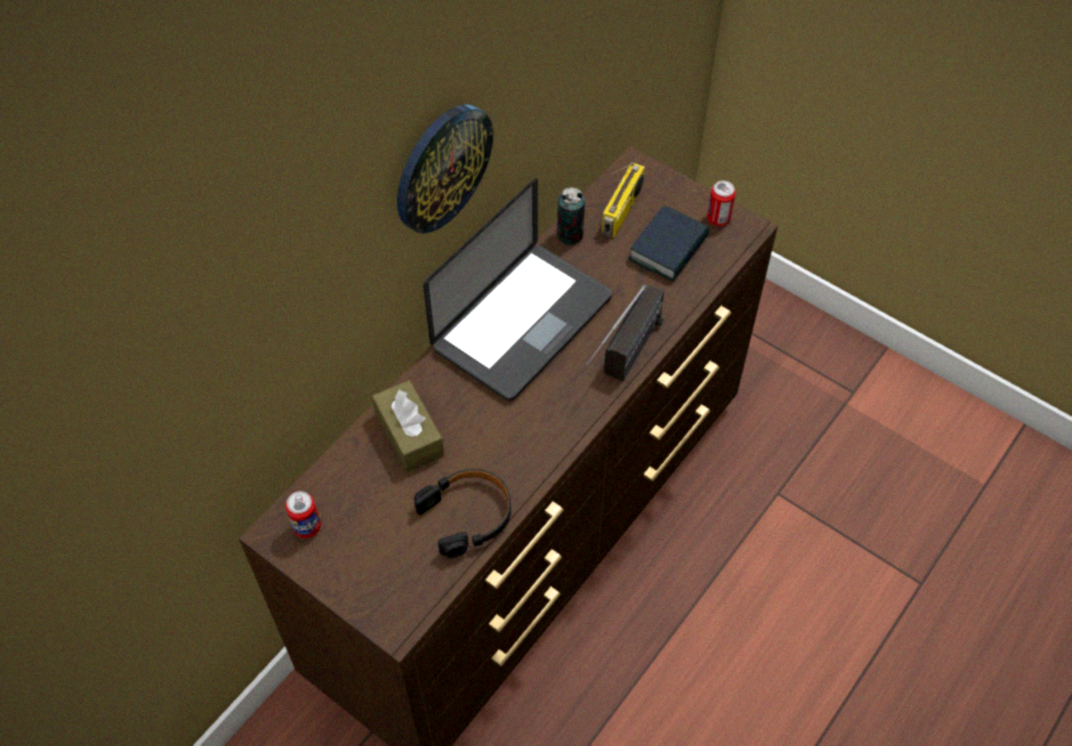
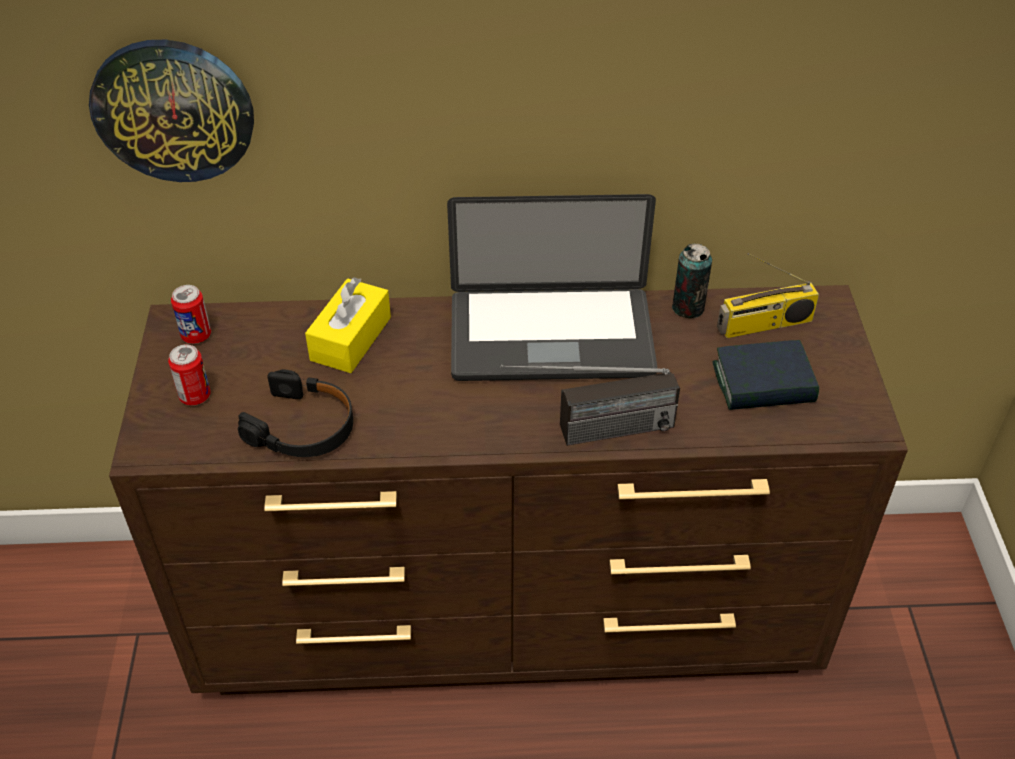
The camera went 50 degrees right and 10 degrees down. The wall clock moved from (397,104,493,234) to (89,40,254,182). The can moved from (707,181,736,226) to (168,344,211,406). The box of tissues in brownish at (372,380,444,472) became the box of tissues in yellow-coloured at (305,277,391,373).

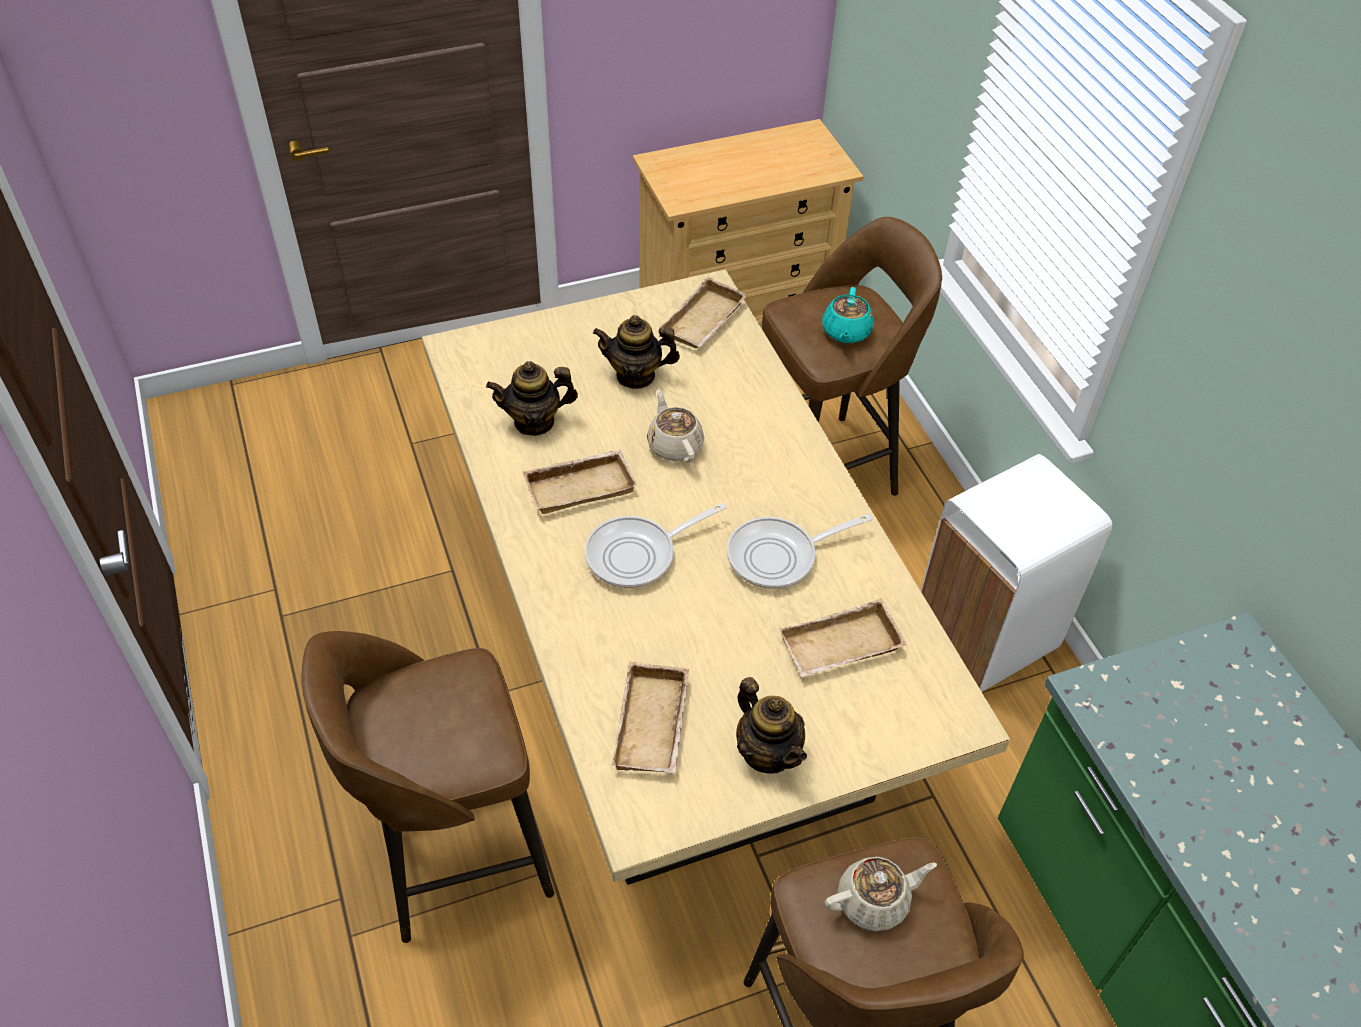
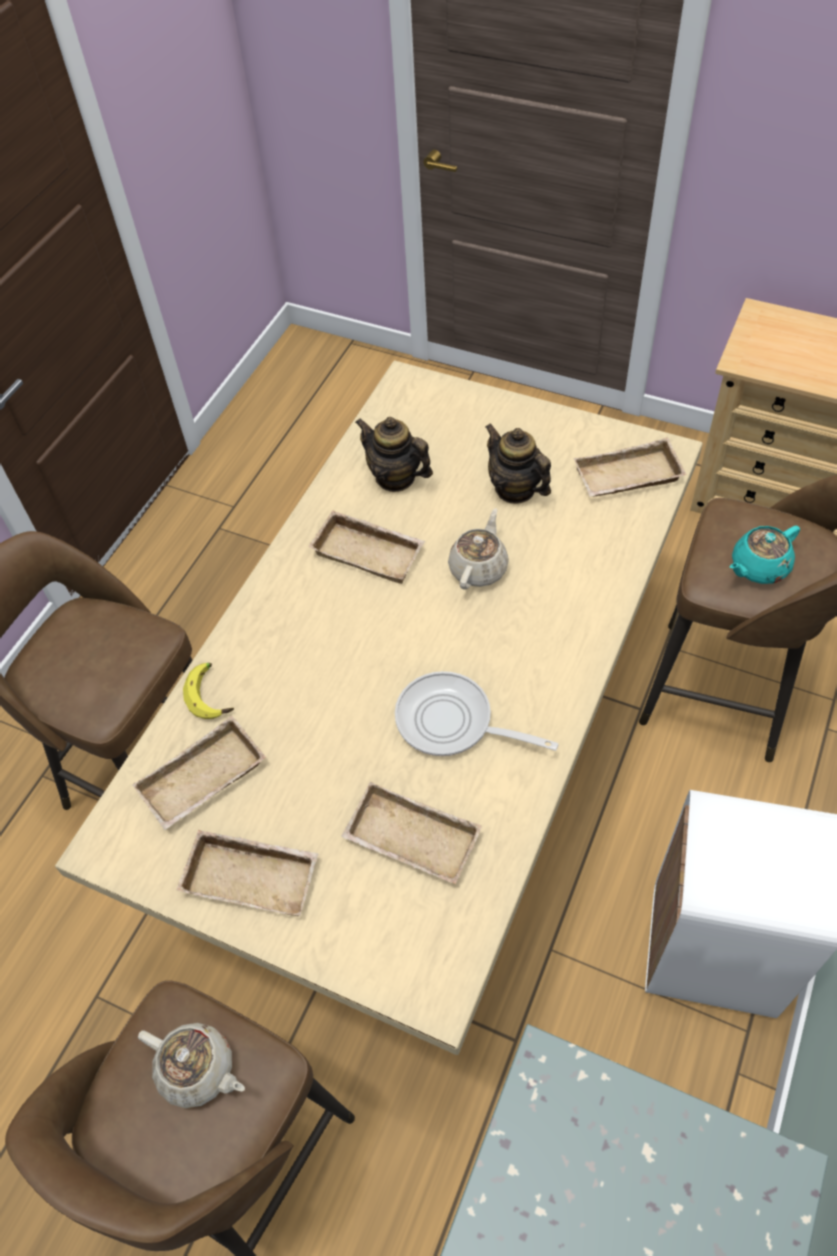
The camera went 50 degrees right and 5 degrees up. The pan at (585,503,727,588) disappeared. The pot for tea at (736,677,807,773) was replaced by the carrying tray in sand-coloured at (176,830,319,916). The banana at (183,663,234,719) appeared.

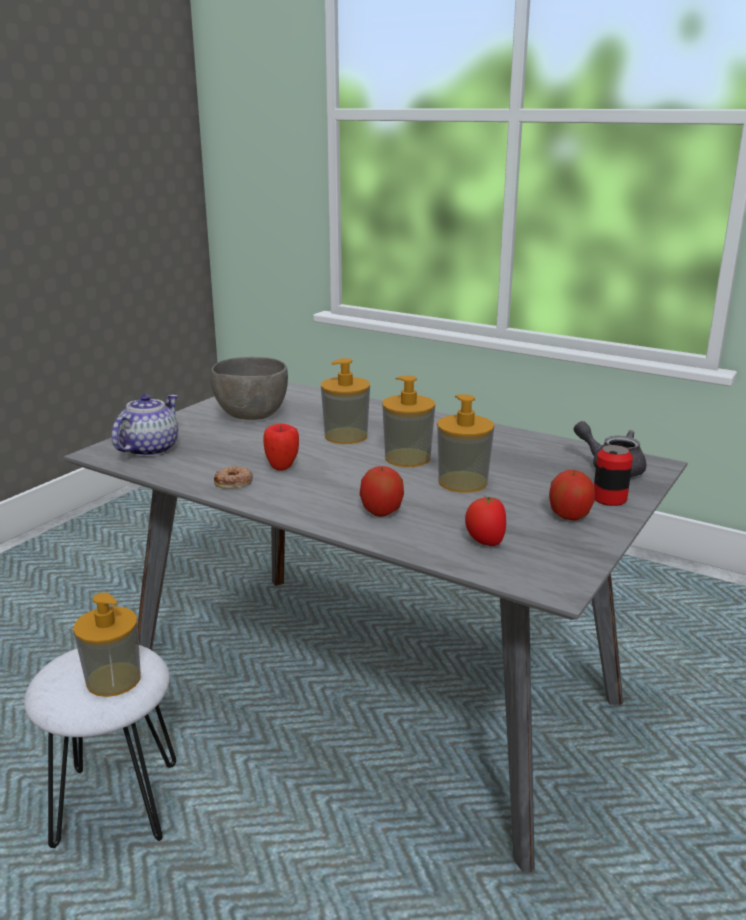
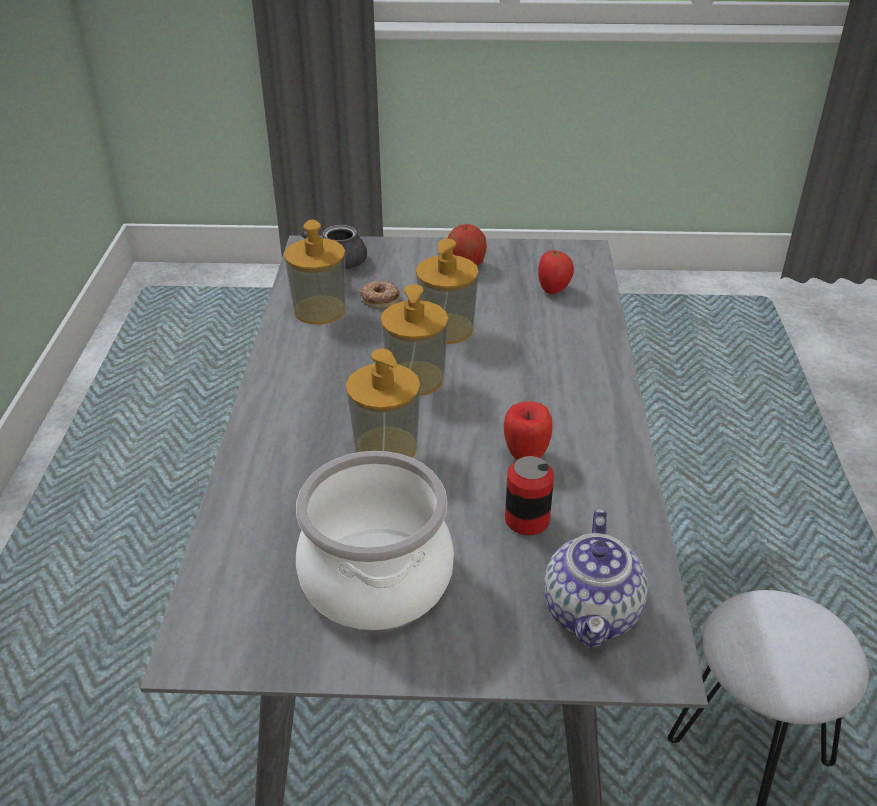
The camera went 120 degrees left and 15 degrees up. The bowl in greyish at (211,357,288,420) was replaced by the stockpot at (296,451,454,630). The pot for tea at (111,394,178,457) turned 75 degrees counterclockwise. The can moved from (594,445,633,506) to (505,456,554,535). The ring doughnut moved from (214,466,253,489) to (359,281,400,308). The whole apple at (360,466,404,517) disappeared. The soap dispenser moved from (73,593,141,697) to (284,220,346,324).

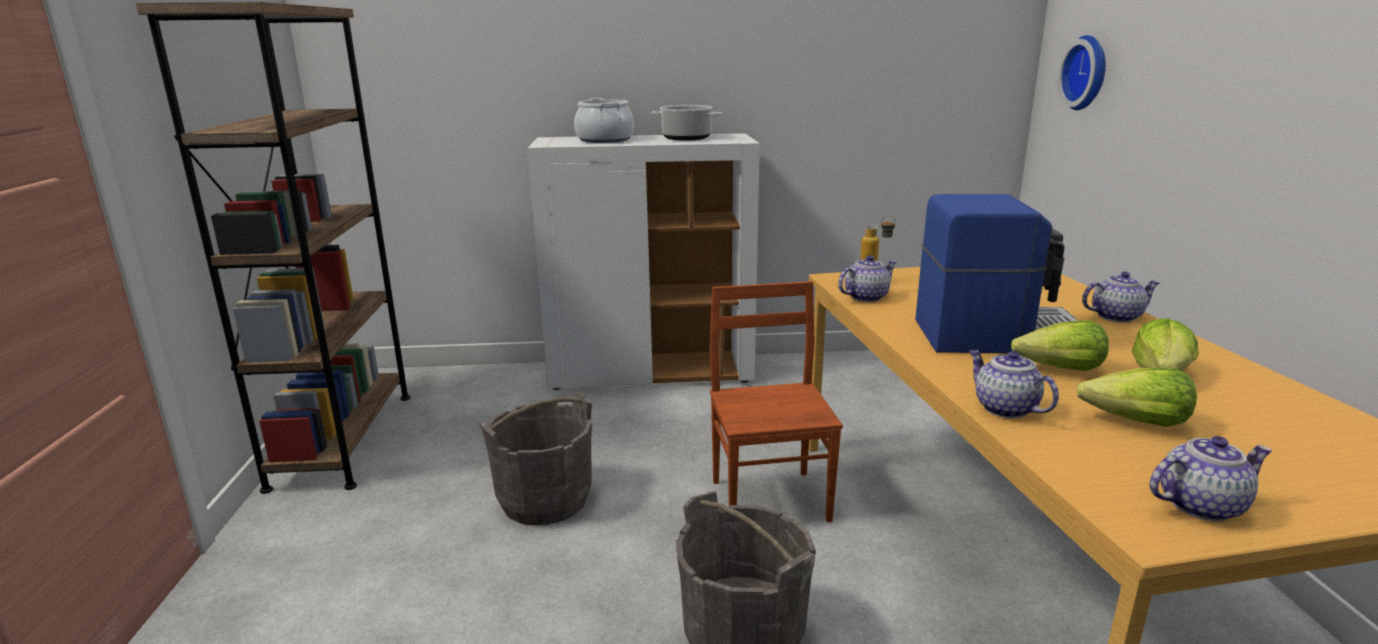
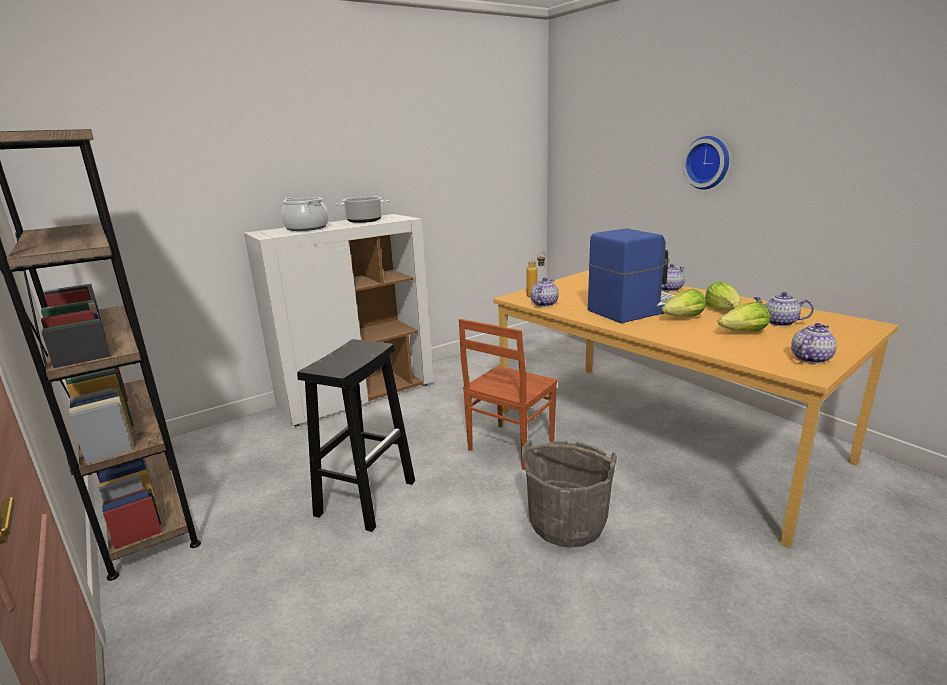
The camera went 30 degrees left and 0 degrees up. The wall clock moved from (1058,35,1106,110) to (682,136,729,190). The plain chair in brownish at (710,281,843,523) turned 105 degrees counterclockwise. The pot for tea moved from (969,350,1059,418) to (754,292,814,326). The water bucket in greyish at (479,393,592,525) was replaced by the stool in black at (297,339,415,532).

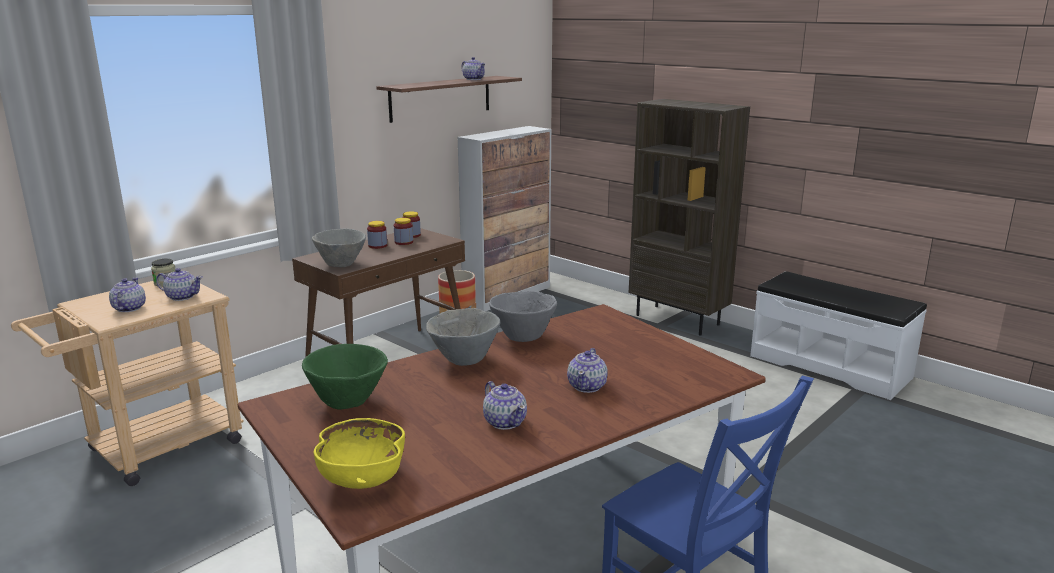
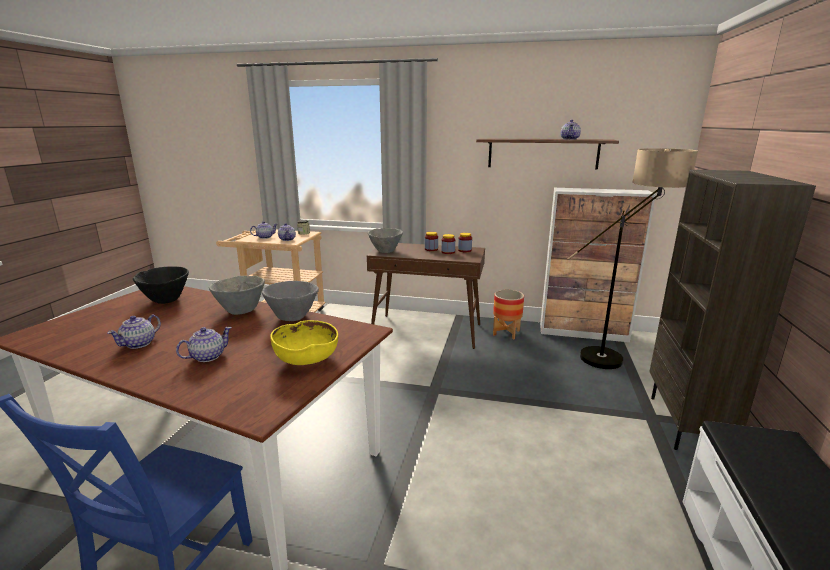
The camera went 60 degrees right and 0 degrees up. The bowl in greenish at (302,344,388,409) became the bowl in black at (133,266,189,304). The pot for tea at (567,348,608,393) turned 150 degrees clockwise. The bowl in yellow-coloured moved from (314,418,405,489) to (270,320,338,365). The floor lamp at (568,148,698,369) appeared.

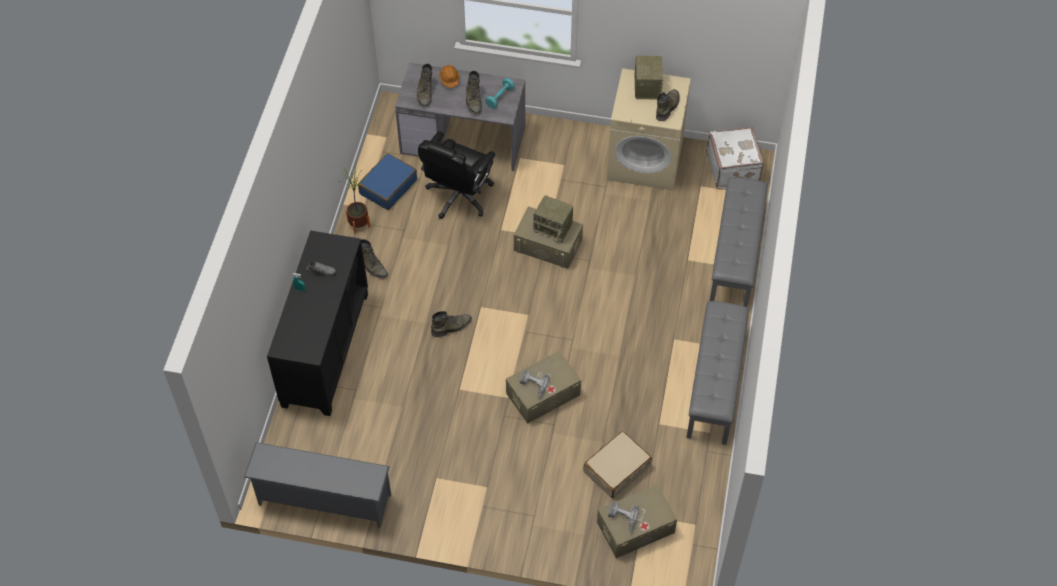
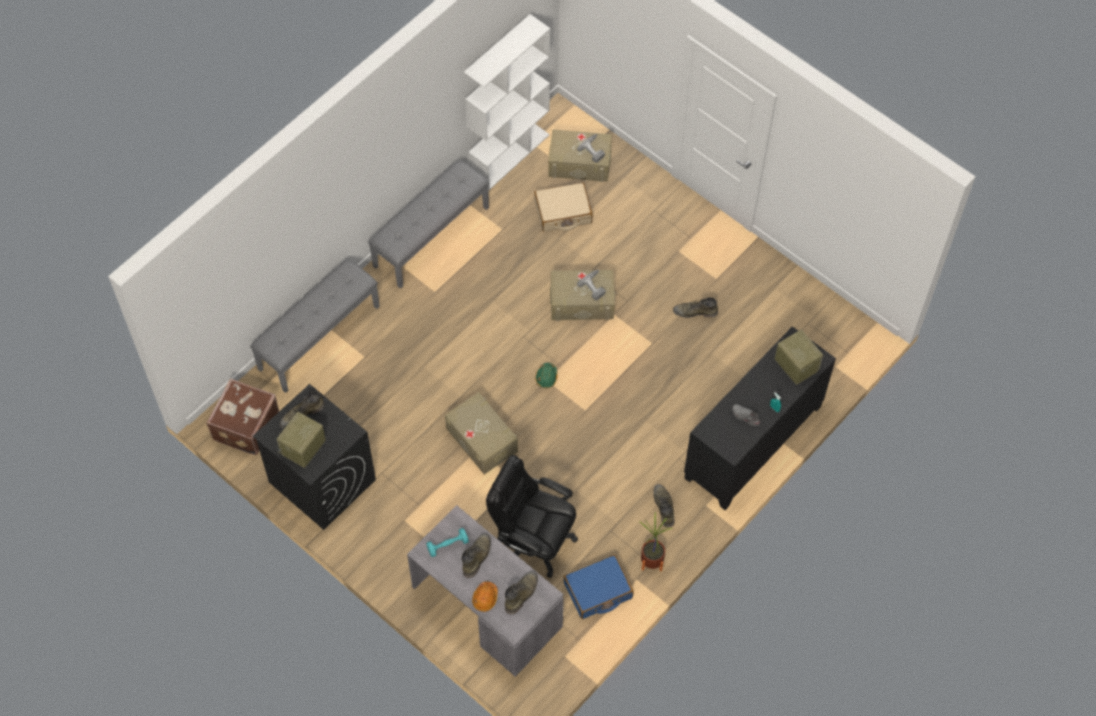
The camera went 150 degrees left and 5 degrees up. The laundry appliance in sand-coloured at (607,68,691,191) became the laundry appliance in black at (253,384,376,530). The suitcase in white at (707,127,764,189) became the suitcase in brownish at (206,378,279,455). The office chair in black at (418,131,495,219) turned 120 degrees counterclockwise. The radio moved from (533,195,573,243) to (775,330,823,385). The high-top boot in greenish moved from (431,311,472,337) to (673,297,718,318). The shoe stand in greyish at (244,442,391,528) disappeared. The bookshelf in white at (464,14,550,191) appeared. The safety helmet in greenish at (536,363,558,388) appeared.

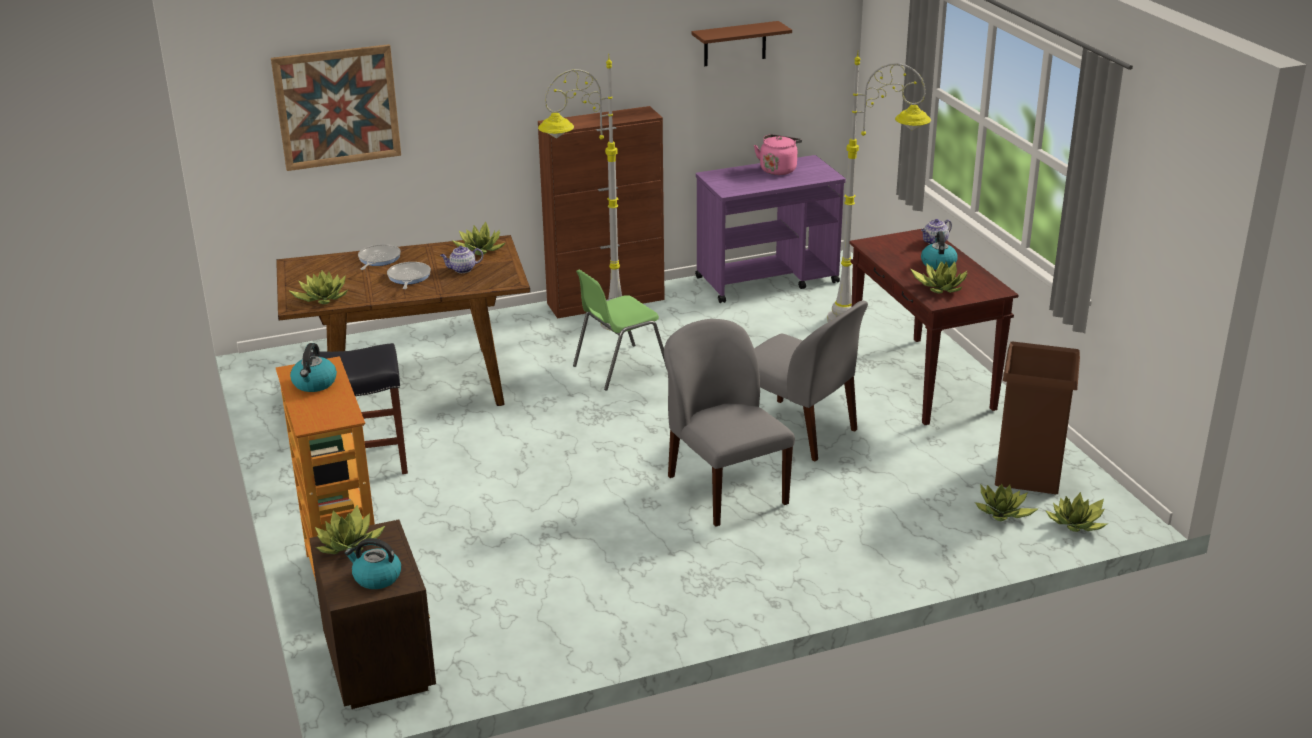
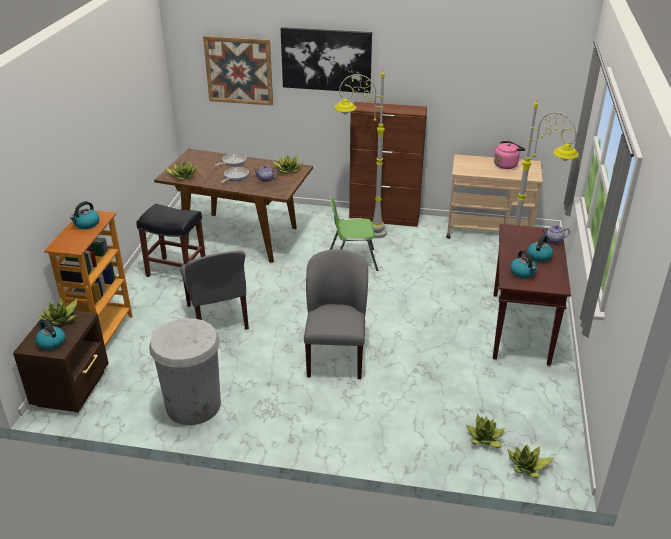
The camera went 30 degrees right and 5 degrees up. The wall shelf in brownish at (691,21,792,66) disappeared. The trolley in purple-coloured at (695,155,846,303) became the trolley in sand-coloured at (446,154,543,239). The potted plant at (911,262,968,294) was replaced by the water kettle at (510,250,537,278). The plain chair in greyish moved from (754,301,868,462) to (180,251,249,330). The trash can in brownish at (995,341,1080,494) disappeared. The picture at (281,27,372,93) appeared. The trash can in white at (149,318,221,425) appeared.

